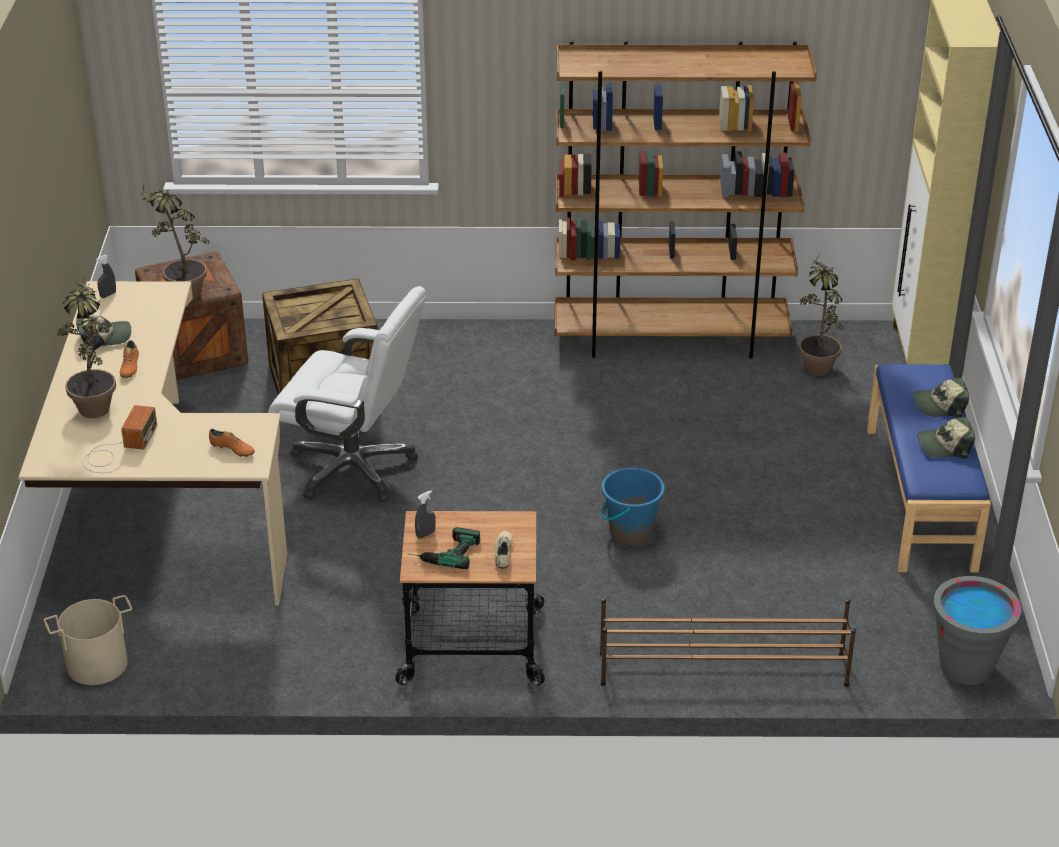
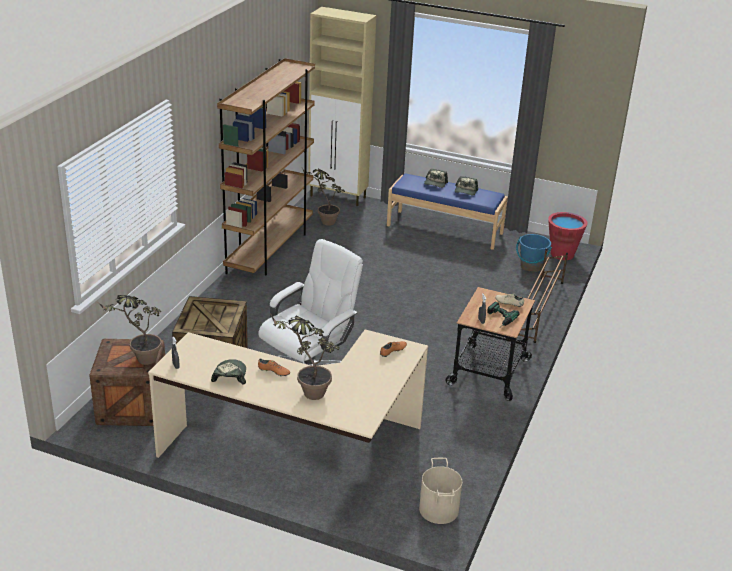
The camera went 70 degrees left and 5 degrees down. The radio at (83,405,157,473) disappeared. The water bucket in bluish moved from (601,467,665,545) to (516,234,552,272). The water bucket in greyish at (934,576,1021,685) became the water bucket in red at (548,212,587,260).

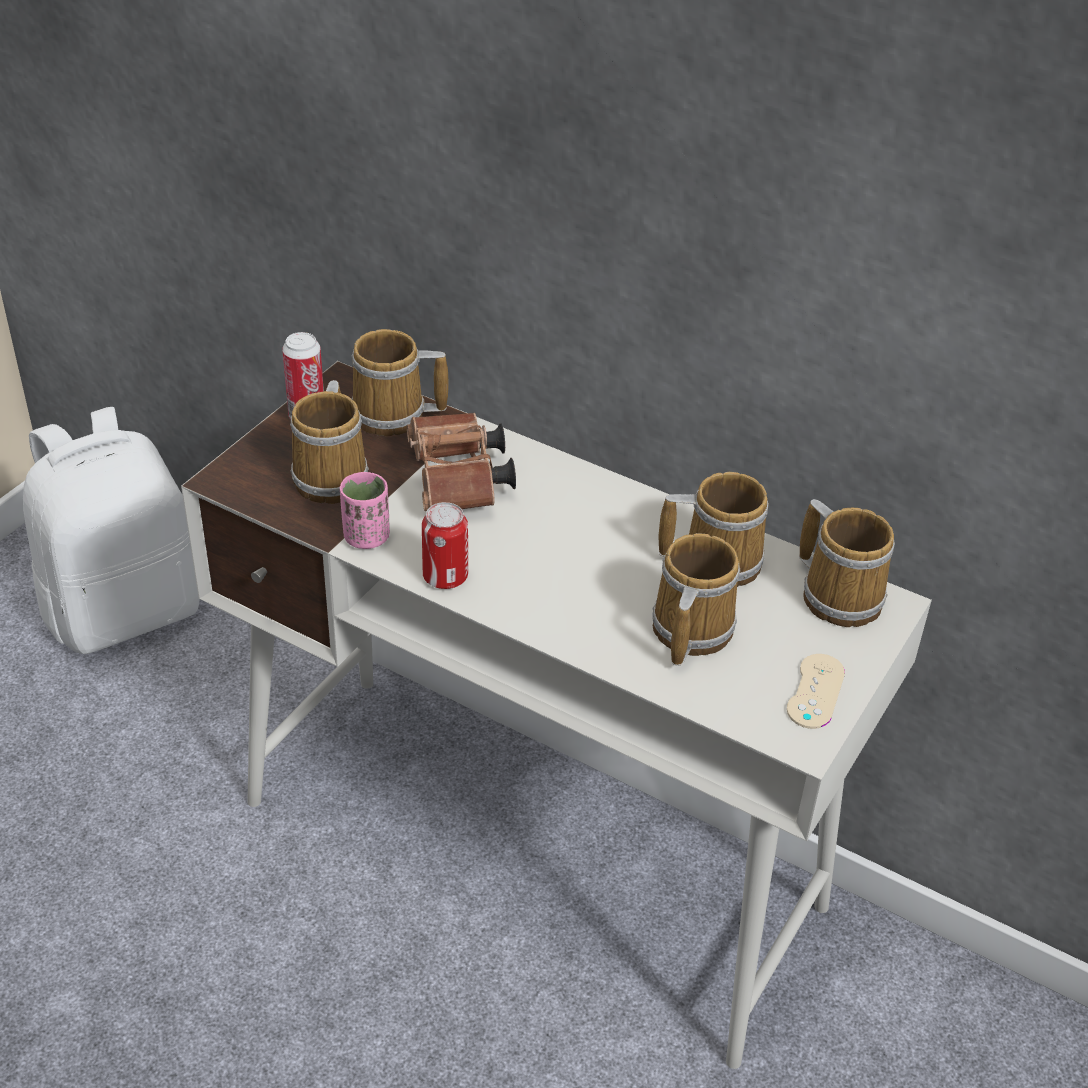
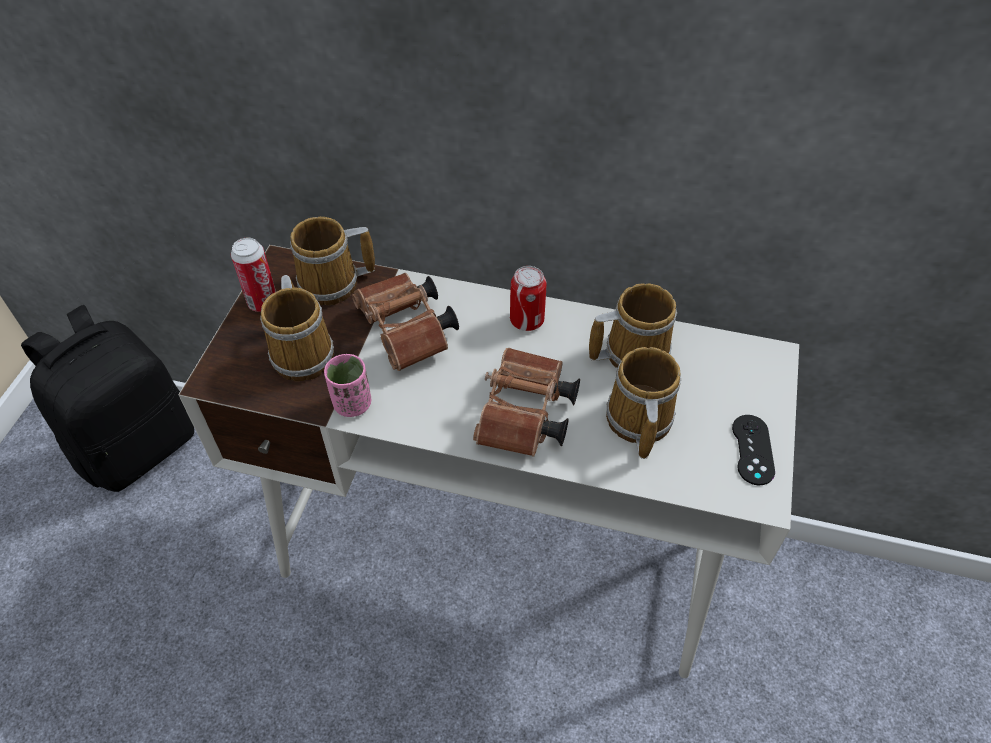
The camera went 15 degrees left and 10 degrees up. The backpack in white at (23,407,199,654) became the backpack in black at (21,305,194,492). The coffee mug at (799,499,895,627) disappeared. The can moved from (422,502,468,589) to (510,266,547,331). The gamepad in sand-coloured at (787,654,845,729) became the gamepad in black at (732,415,775,485). The binoculars in brownish at (473,348,580,457) appeared.

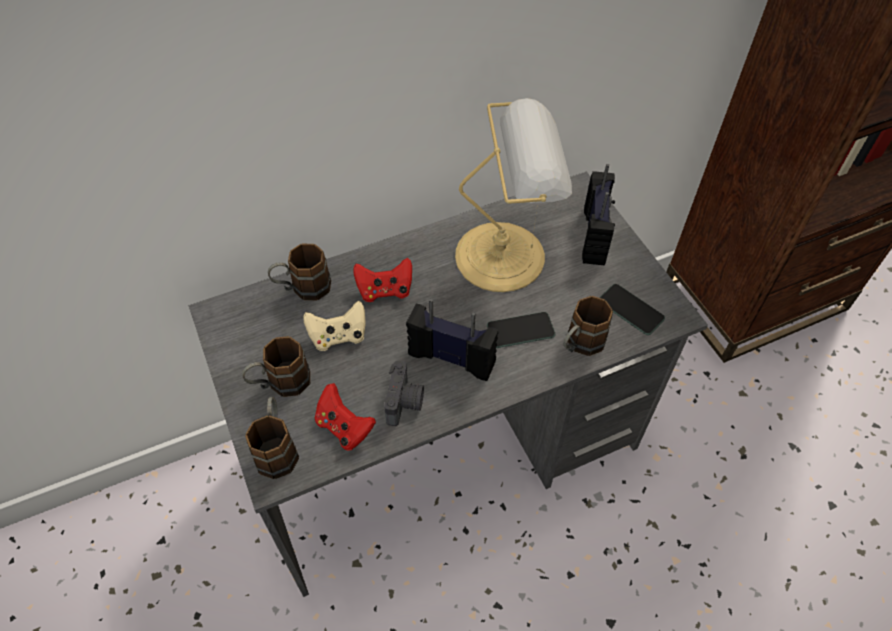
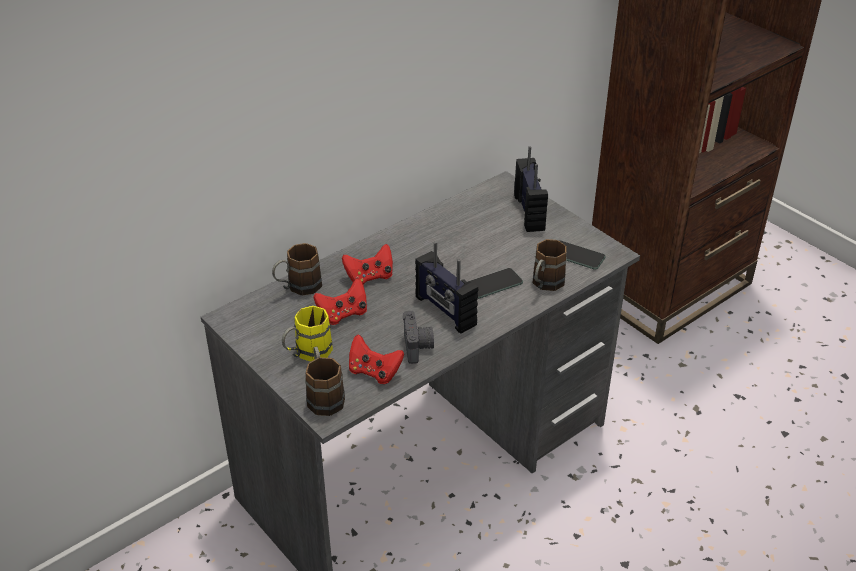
The camera went 15 degrees left and 15 degrees down. The tabletop lamp at (455,98,572,292) disappeared. The radio at (406,299,499,381) turned 135 degrees counterclockwise. The gamepad in sand-coloured at (303,301,366,351) became the gamepad in red at (313,278,367,325). The coffee mug in brownish at (242,336,310,397) became the coffee mug in yellow-coloured at (282,306,333,362).

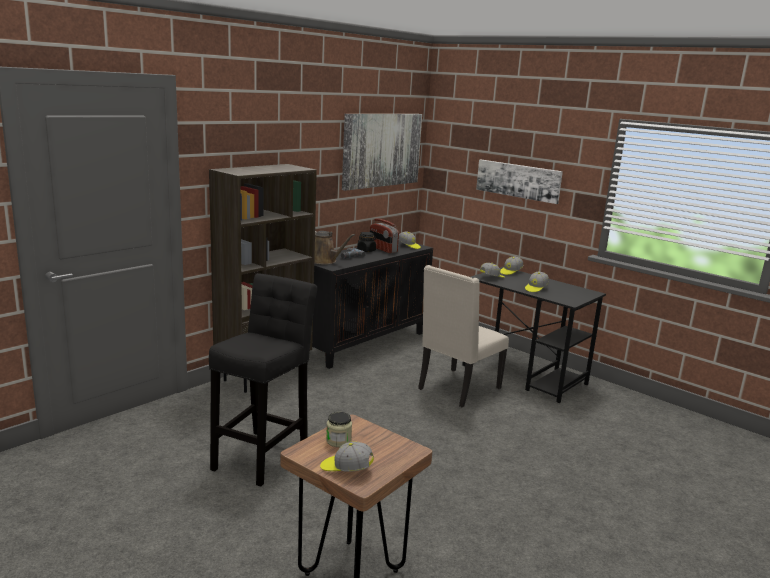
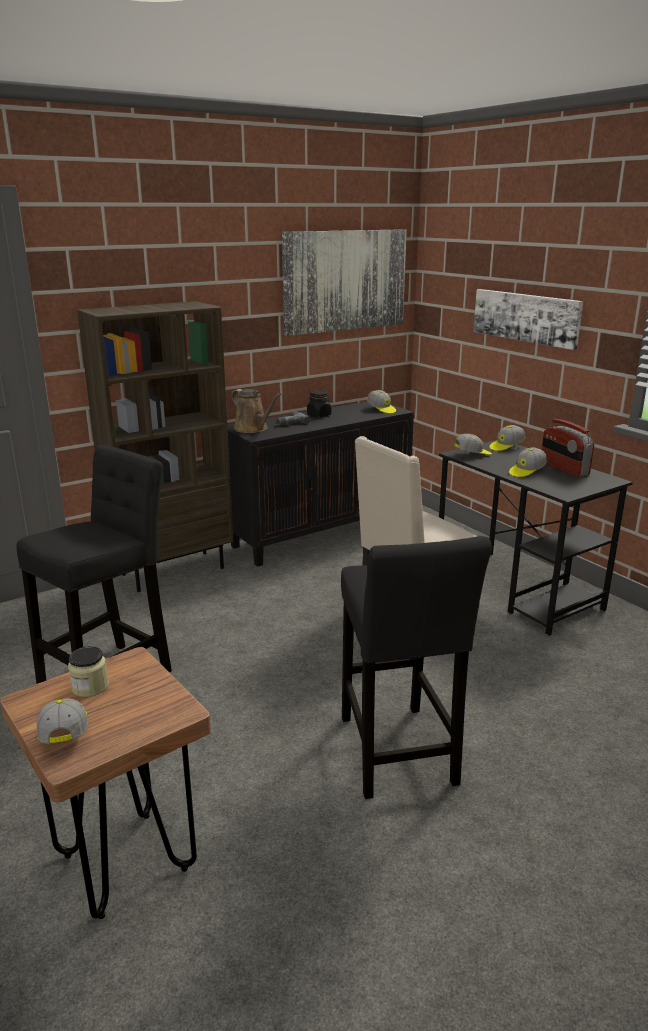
The camera went 15 degrees right and 5 degrees up. The radio moved from (370,218,399,253) to (542,419,594,477). The peaked cap at (320,441,374,472) turned 45 degrees clockwise. The stool in black at (341,536,492,799) appeared.

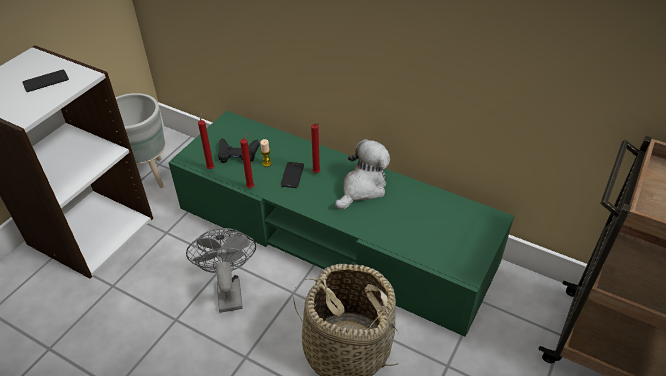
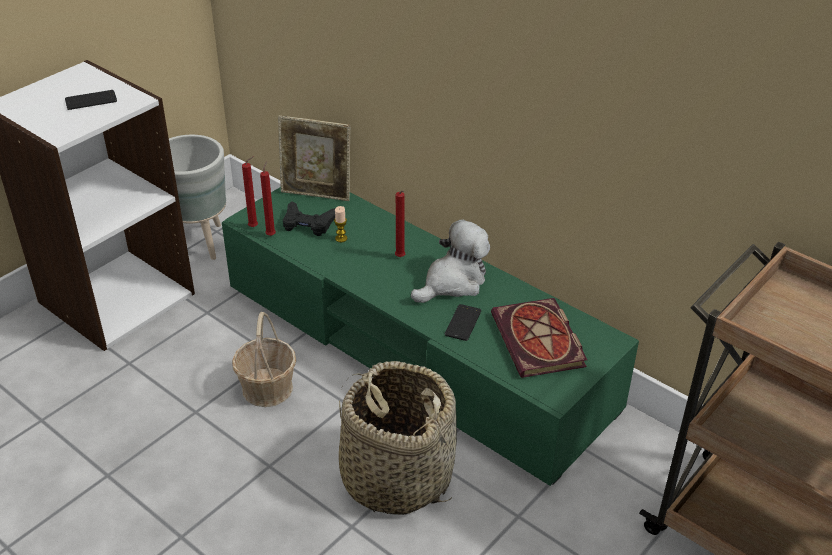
The camera went 10 degrees right and 5 degrees down. The candle in red moved from (240,132,254,188) to (242,156,258,227). The handset moved from (280,162,304,188) to (445,304,481,341). The cooling fan in greyish at (186,228,256,313) was replaced by the household basket at (232,312,296,407). The photo frame at (278,115,350,201) appeared. The volume at (491,298,587,378) appeared.

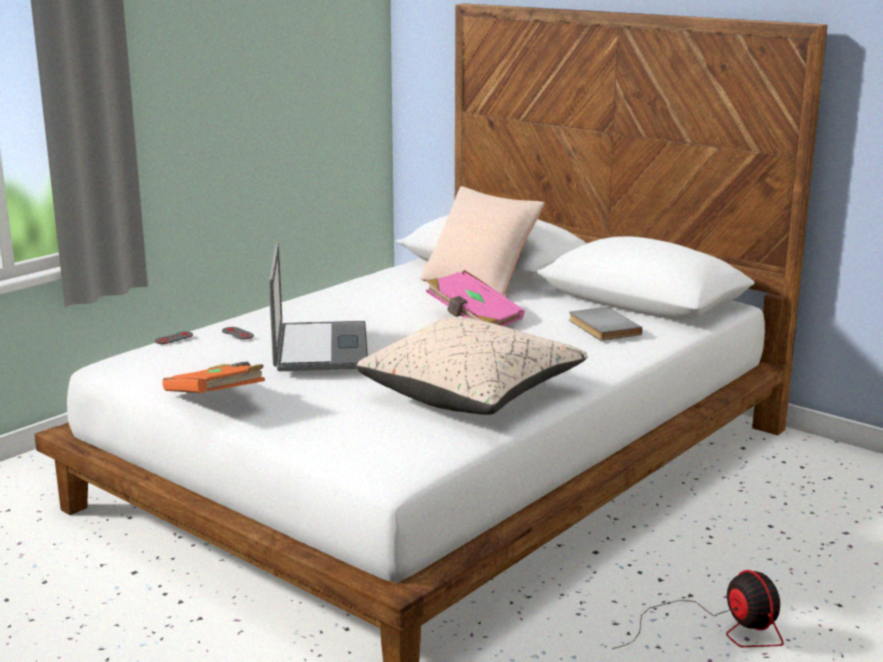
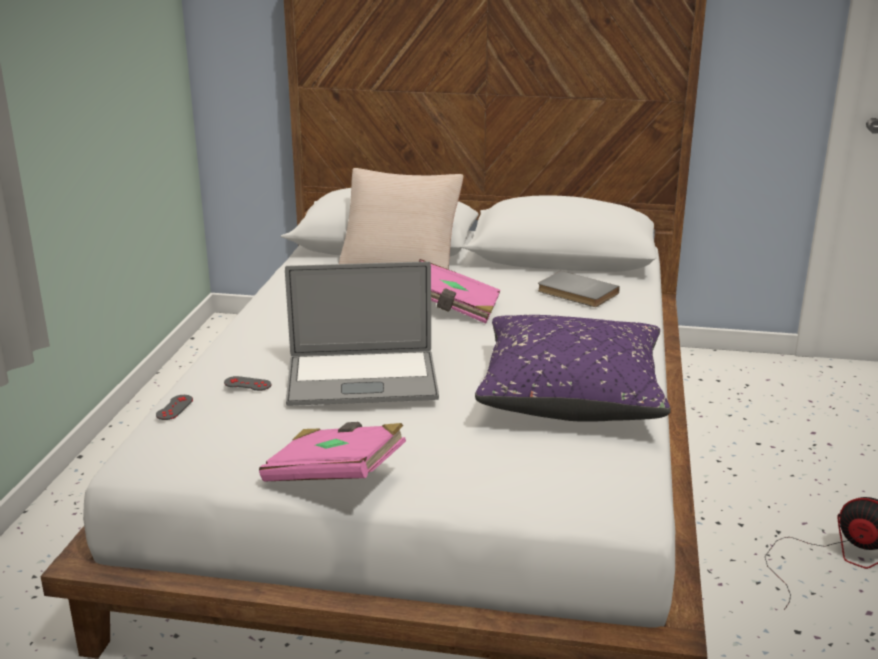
The camera went 30 degrees left and 5 degrees up. The portable computer at (269,243,368,371) turned 120 degrees clockwise. The cushion in sand-coloured at (356,317,588,415) became the cushion in purple-coloured at (475,315,671,422). The volume in orangey at (162,362,265,393) became the volume in pinkish at (259,422,406,482).

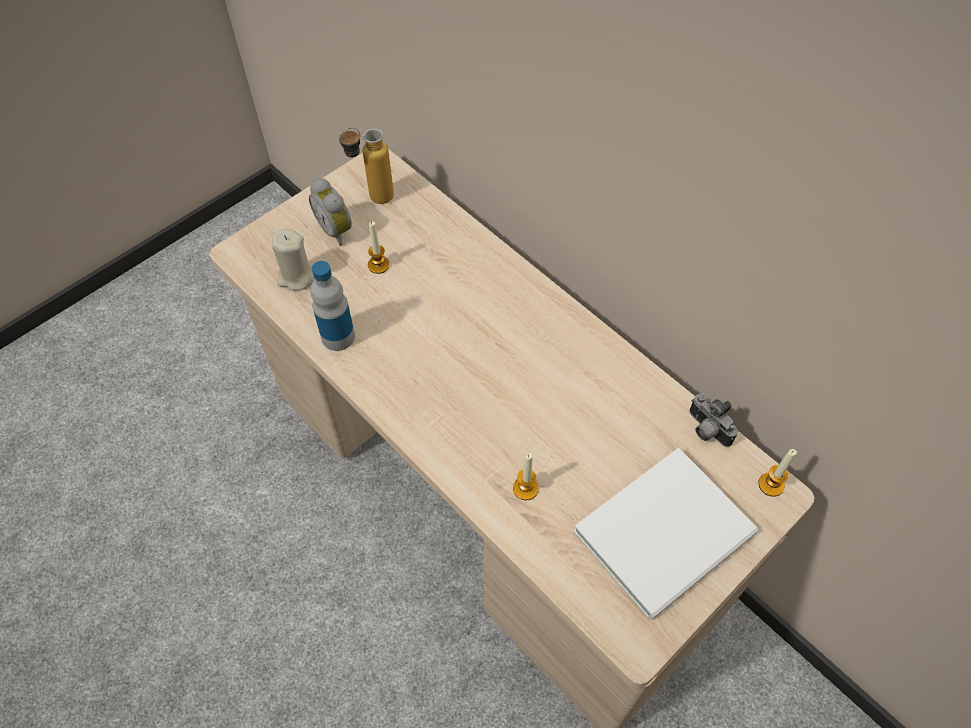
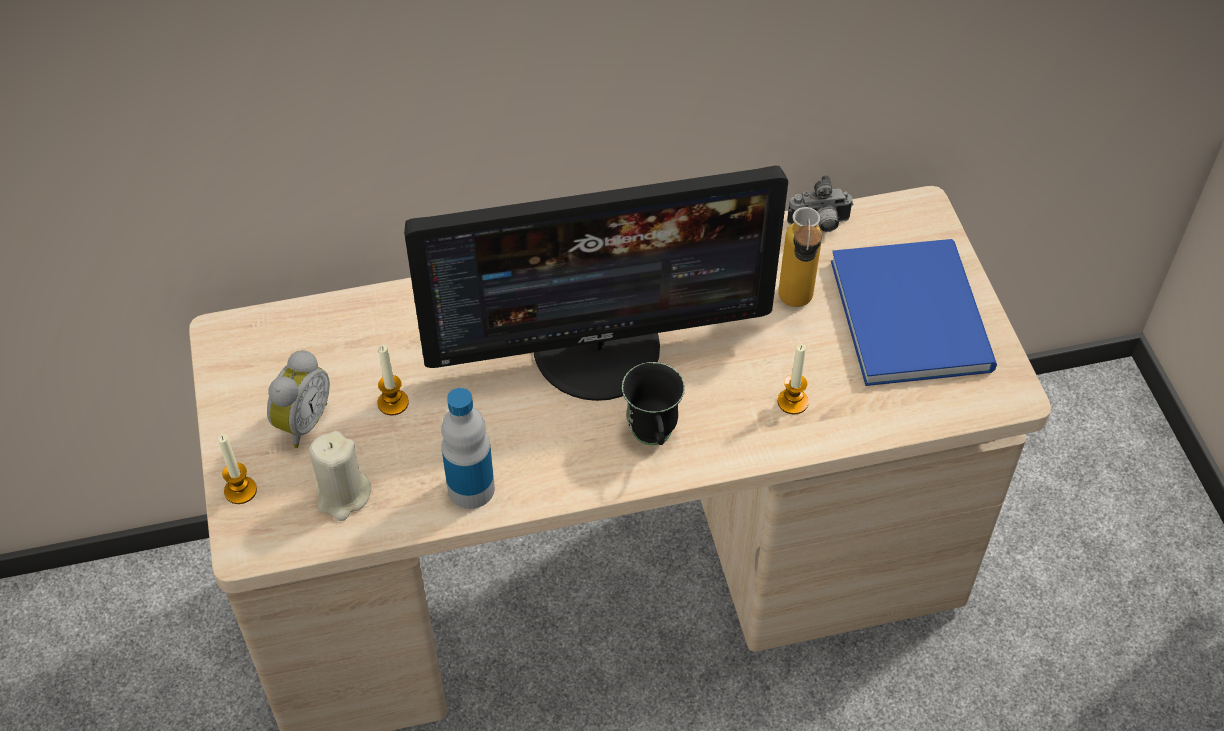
The camera went 60 degrees left and 5 degrees down. The bottle moved from (338,127,394,204) to (778,207,822,307). The alarm clock at (309,178,352,246) turned 60 degrees counterclockwise. The volume in white at (574,448,758,620) became the volume in bluish at (831,239,997,386). The candle moved from (758,449,797,497) to (218,434,257,504). The computer display at (404,166,788,401) appeared. The coffee mug in black at (622,362,685,445) appeared.

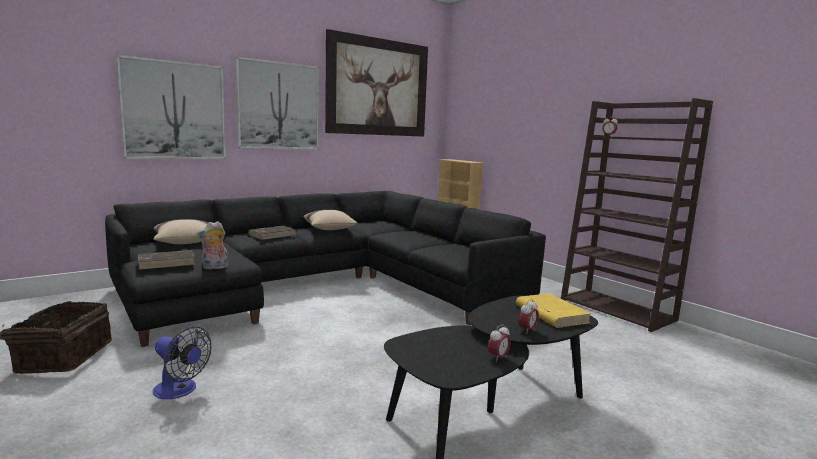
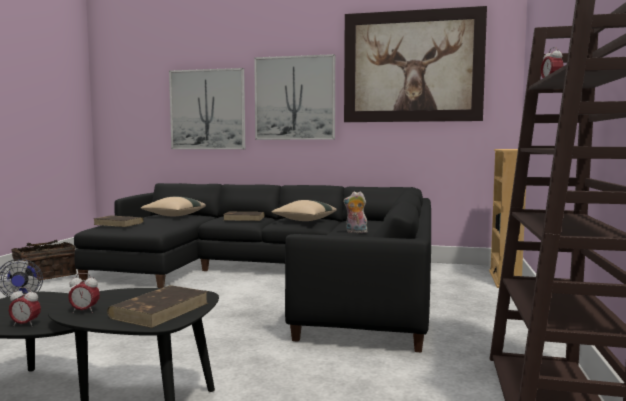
The camera went 50 degrees right and 5 degrees down. The plush toy moved from (197,221,228,270) to (343,191,368,233). The volume in yellow-coloured at (516,293,592,328) became the volume in brownish at (107,285,208,328).

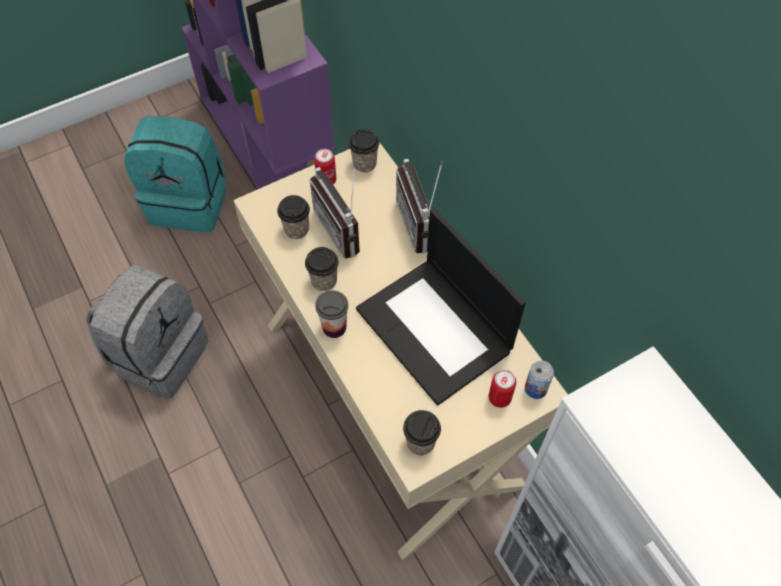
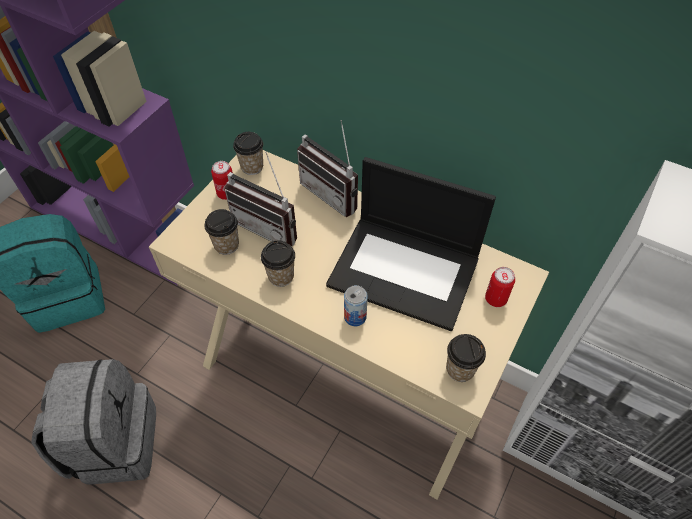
The camera went 30 degrees left and 5 degrees down. The drinking cup at (315,290,348,338) disappeared. The can moved from (525,361,554,399) to (344,285,368,326).

